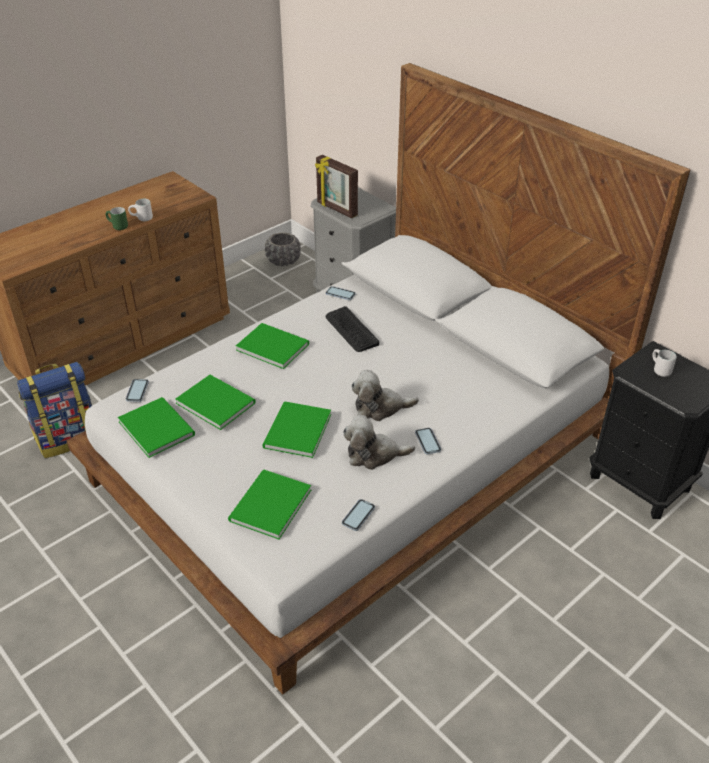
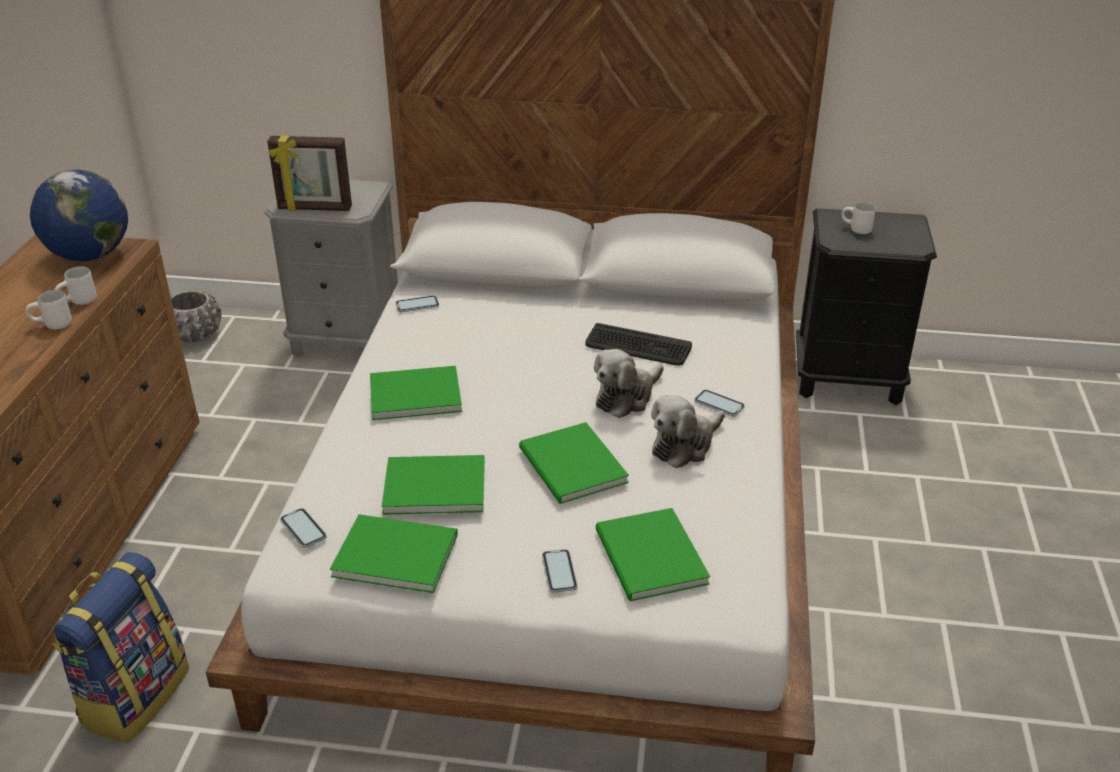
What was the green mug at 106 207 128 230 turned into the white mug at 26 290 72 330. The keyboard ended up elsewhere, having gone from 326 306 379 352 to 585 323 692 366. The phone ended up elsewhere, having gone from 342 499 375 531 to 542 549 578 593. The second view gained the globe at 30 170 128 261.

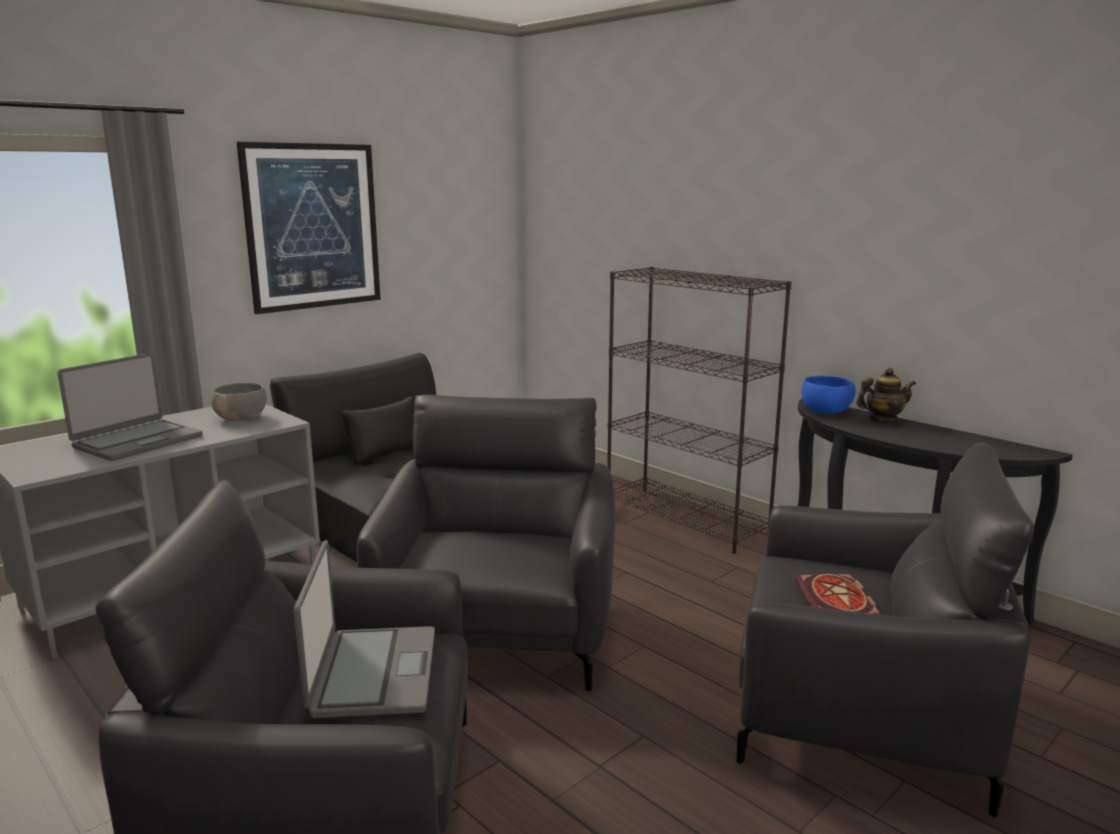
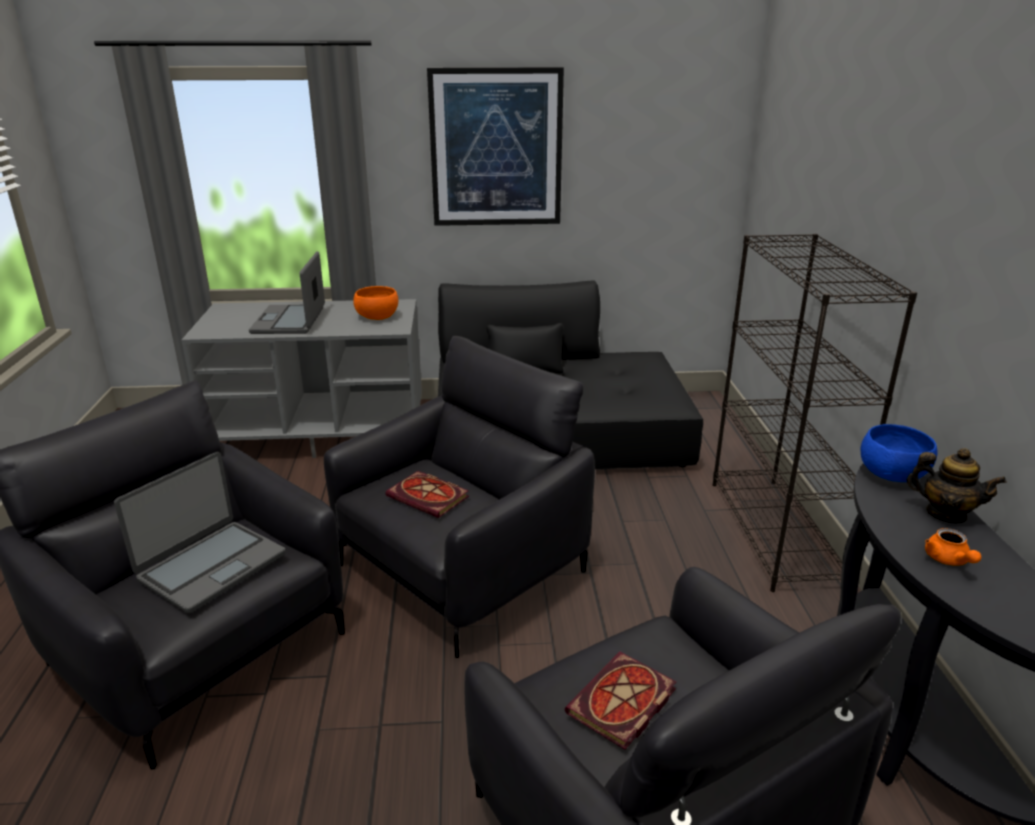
The laptop at 57 353 203 461 ended up facing another way, 105 degrees clockwise from before. What was the grey bowl at 211 383 267 421 turned into the orange bowl at 353 286 398 320. The second view gained the book at 386 471 469 518. The second view gained the orange teapot at 925 528 981 566.

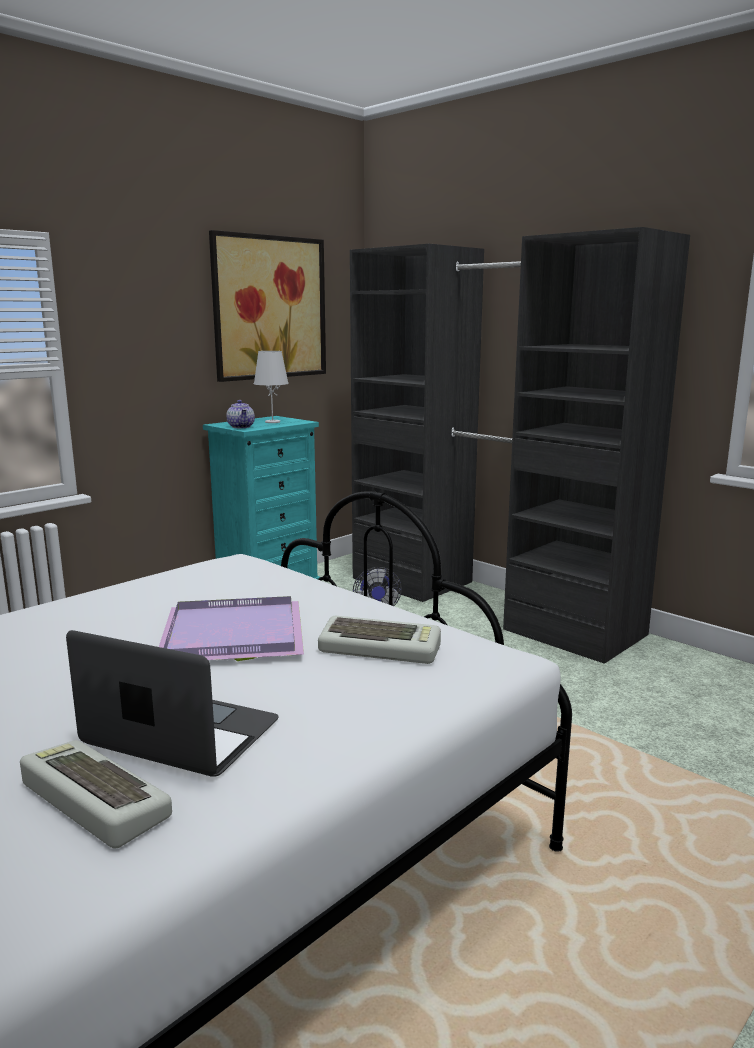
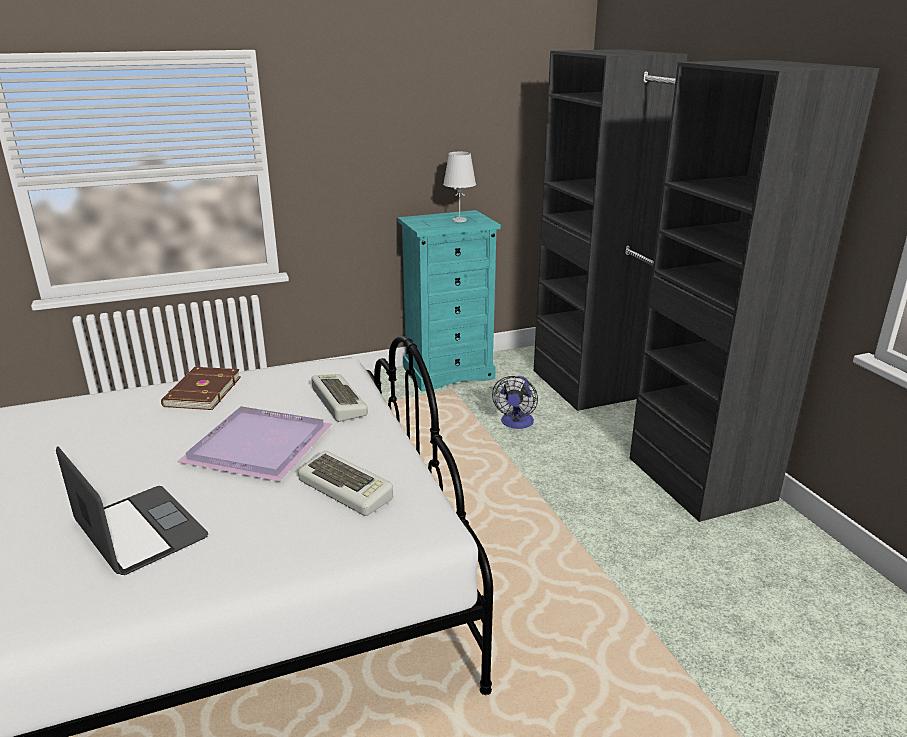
The keyboard ended up elsewhere, having gone from 20 740 172 848 to 311 374 368 422. The second view lost the picture at 209 230 326 382. The second view lost the teapot at 227 400 255 428. The second view gained the brown book at 161 367 241 410.

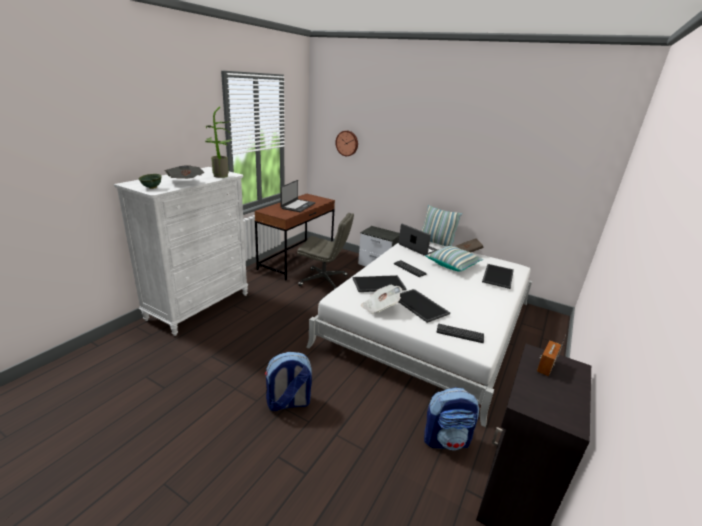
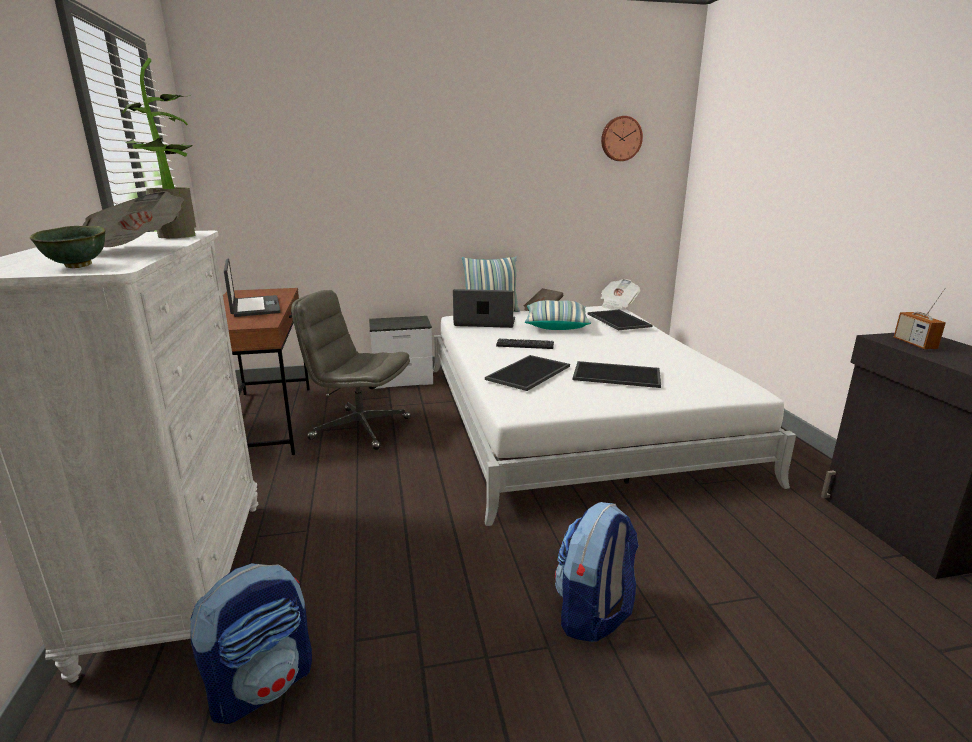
The grey office chair at 297 213 354 289 ended up facing another way, 135 degrees counterclockwise from before. The wall clock ended up elsewhere, having gone from 335 131 358 156 to 601 116 643 161. The newspaper ended up elsewhere, having gone from 361 285 402 314 to 600 279 640 309. The backpack ended up elsewhere, having gone from 424 387 479 450 to 190 563 312 724. The second view lost the keyboard at 436 324 484 343.

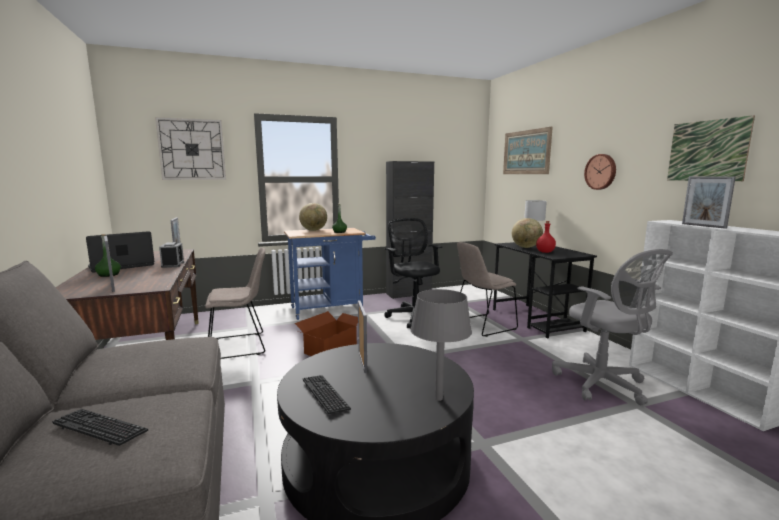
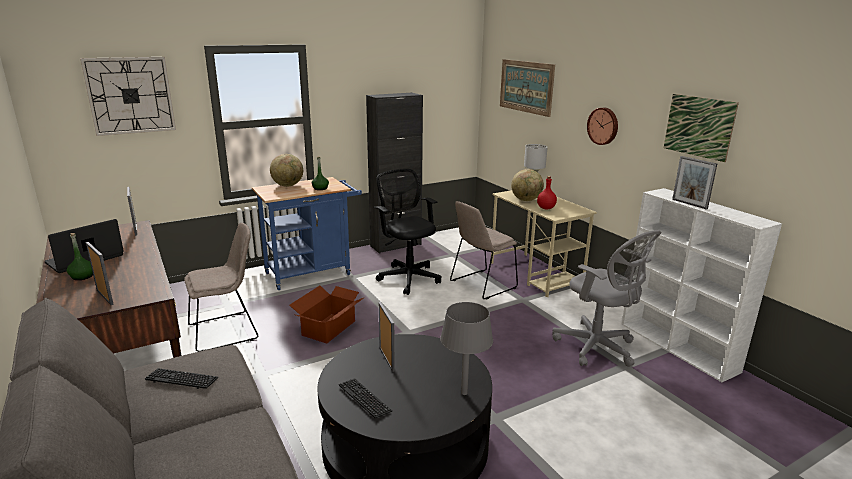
The keyboard ended up elsewhere, having gone from 52 409 148 446 to 145 368 218 389. The second view lost the alarm clock at 159 242 184 268. What was the black desk at 493 242 597 339 turned into the beige desk at 491 190 597 297.

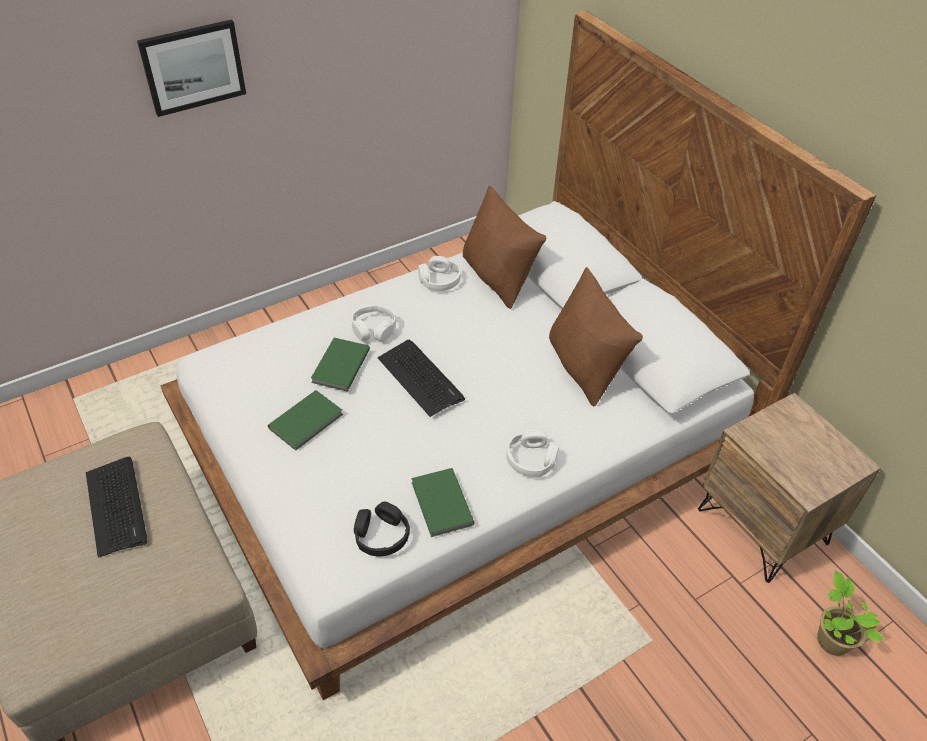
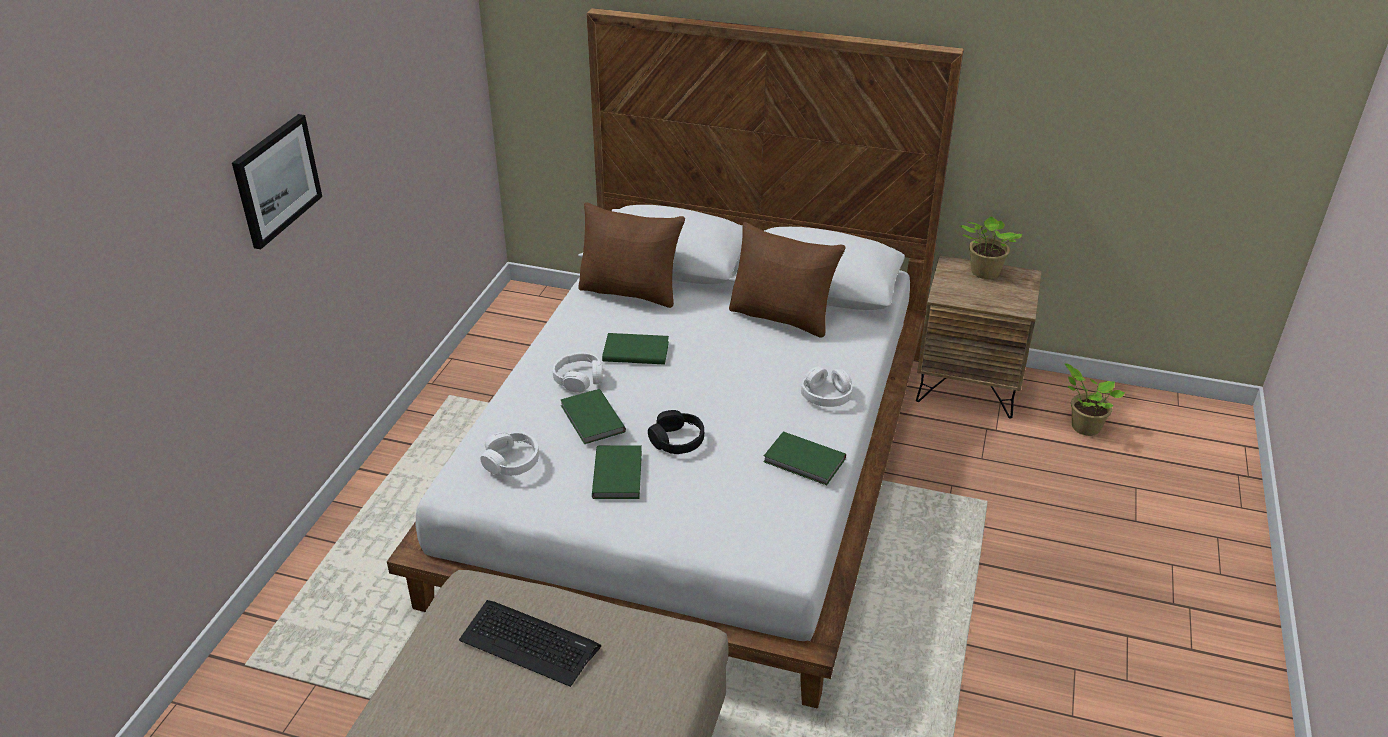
The black headphones ended up elsewhere, having gone from 354 501 410 557 to 648 410 704 454. The second view lost the keyboard at 378 340 465 417. The white headphones ended up elsewhere, having gone from 418 256 461 291 to 480 432 539 476. The second view gained the green book at 602 333 669 365. The second view gained the potted plant at 960 216 1022 279.

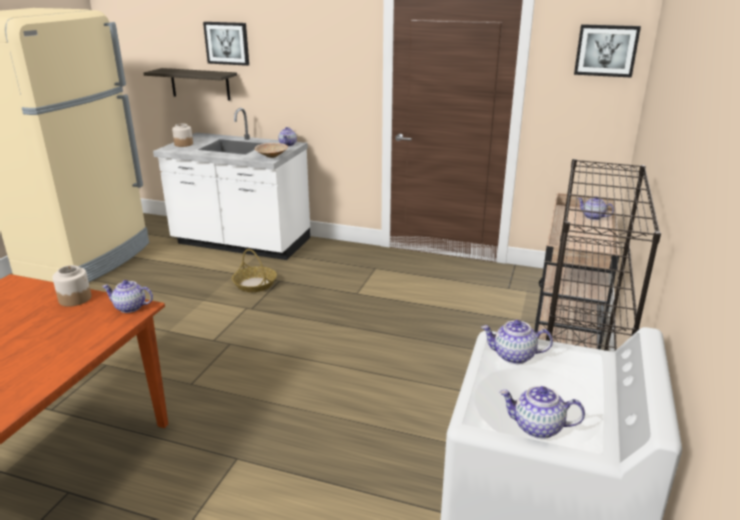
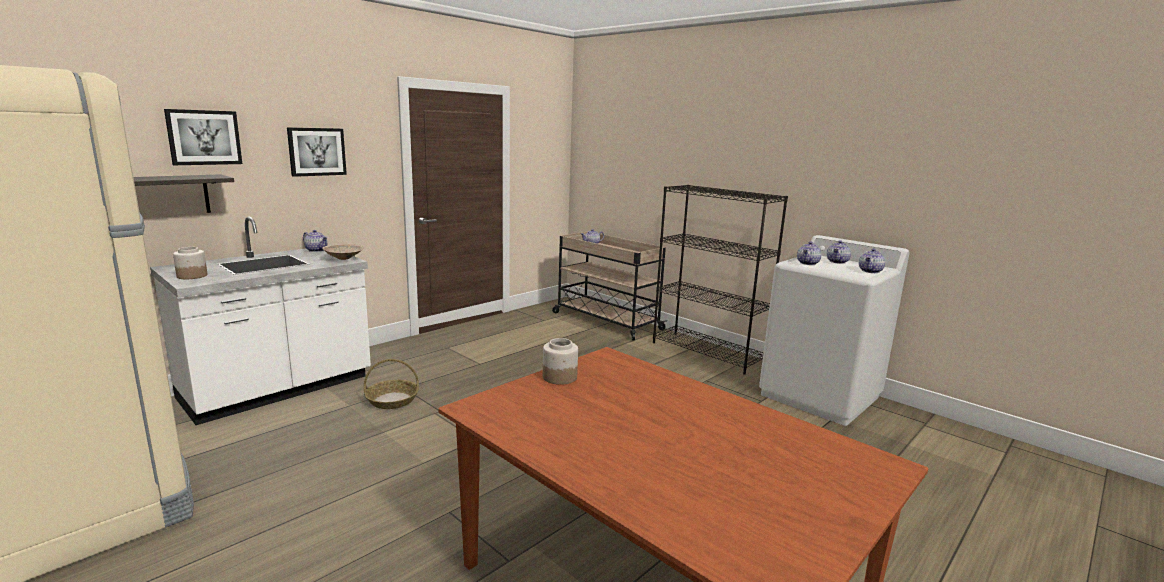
The teapot ended up elsewhere, having gone from 102 280 153 313 to 827 240 851 264. The picture ended up elsewhere, having gone from 574 24 641 78 to 287 127 347 177.

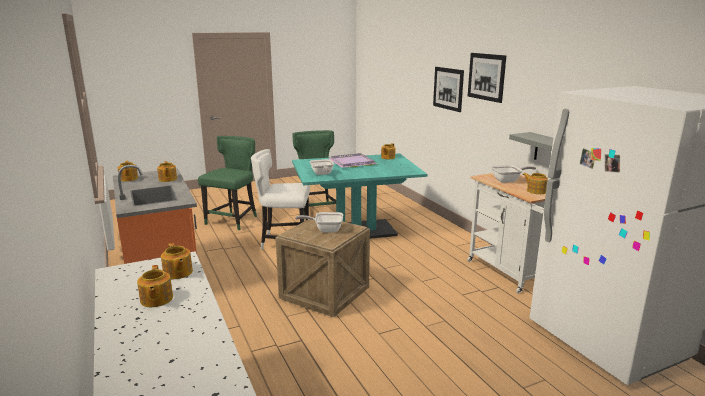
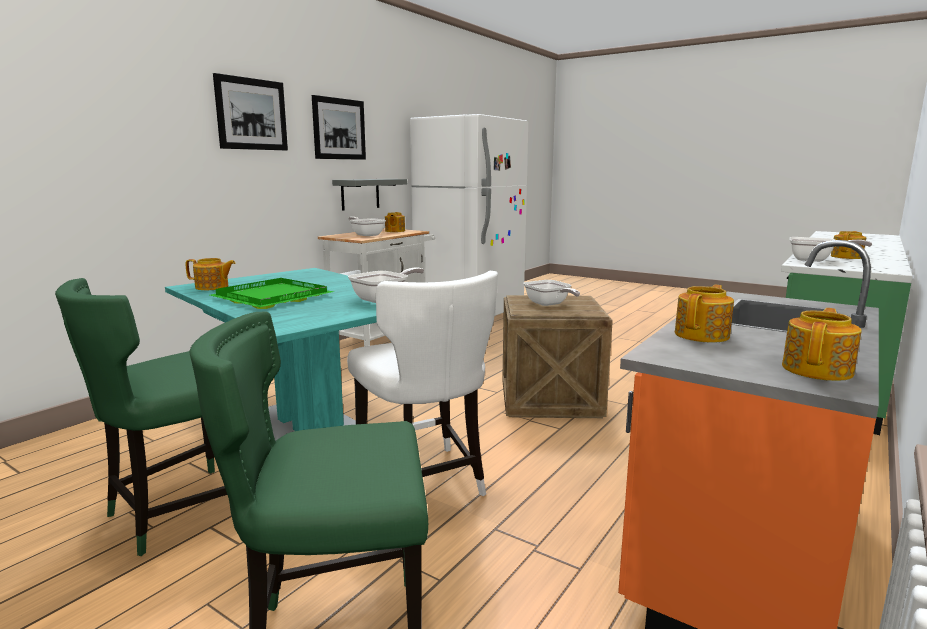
Where the teapot stood at 161 243 193 279, the frying pan came to stand at 790 237 872 262. What was the purple tray at 328 153 377 168 turned into the green tray at 210 278 334 309. The picture ended up elsewhere, having gone from 433 67 464 112 to 312 95 366 160.

